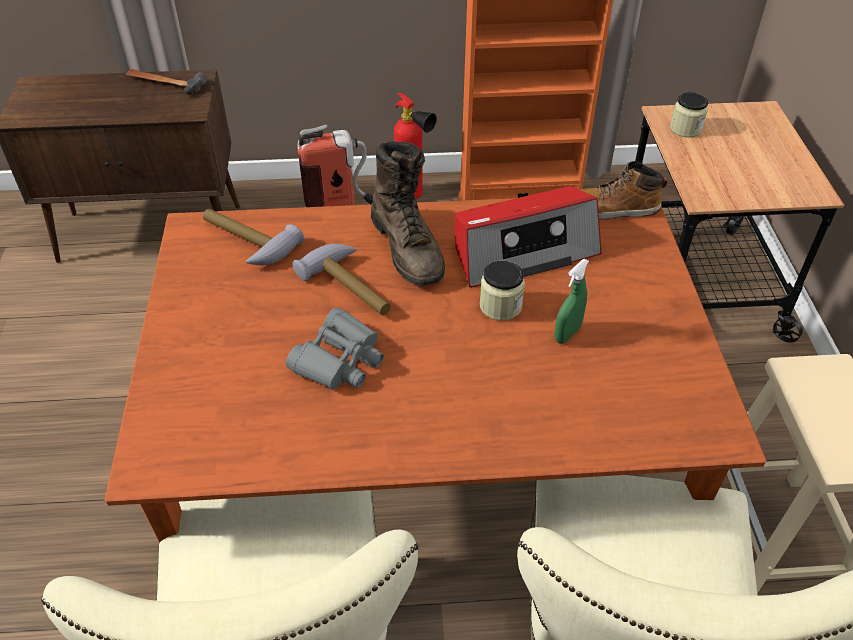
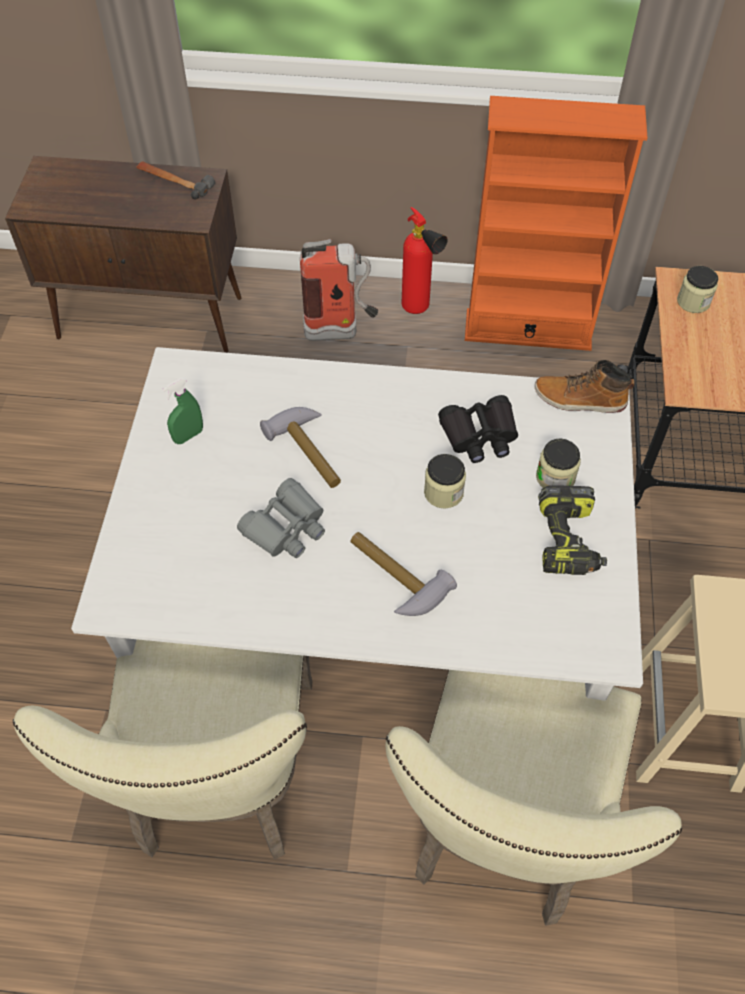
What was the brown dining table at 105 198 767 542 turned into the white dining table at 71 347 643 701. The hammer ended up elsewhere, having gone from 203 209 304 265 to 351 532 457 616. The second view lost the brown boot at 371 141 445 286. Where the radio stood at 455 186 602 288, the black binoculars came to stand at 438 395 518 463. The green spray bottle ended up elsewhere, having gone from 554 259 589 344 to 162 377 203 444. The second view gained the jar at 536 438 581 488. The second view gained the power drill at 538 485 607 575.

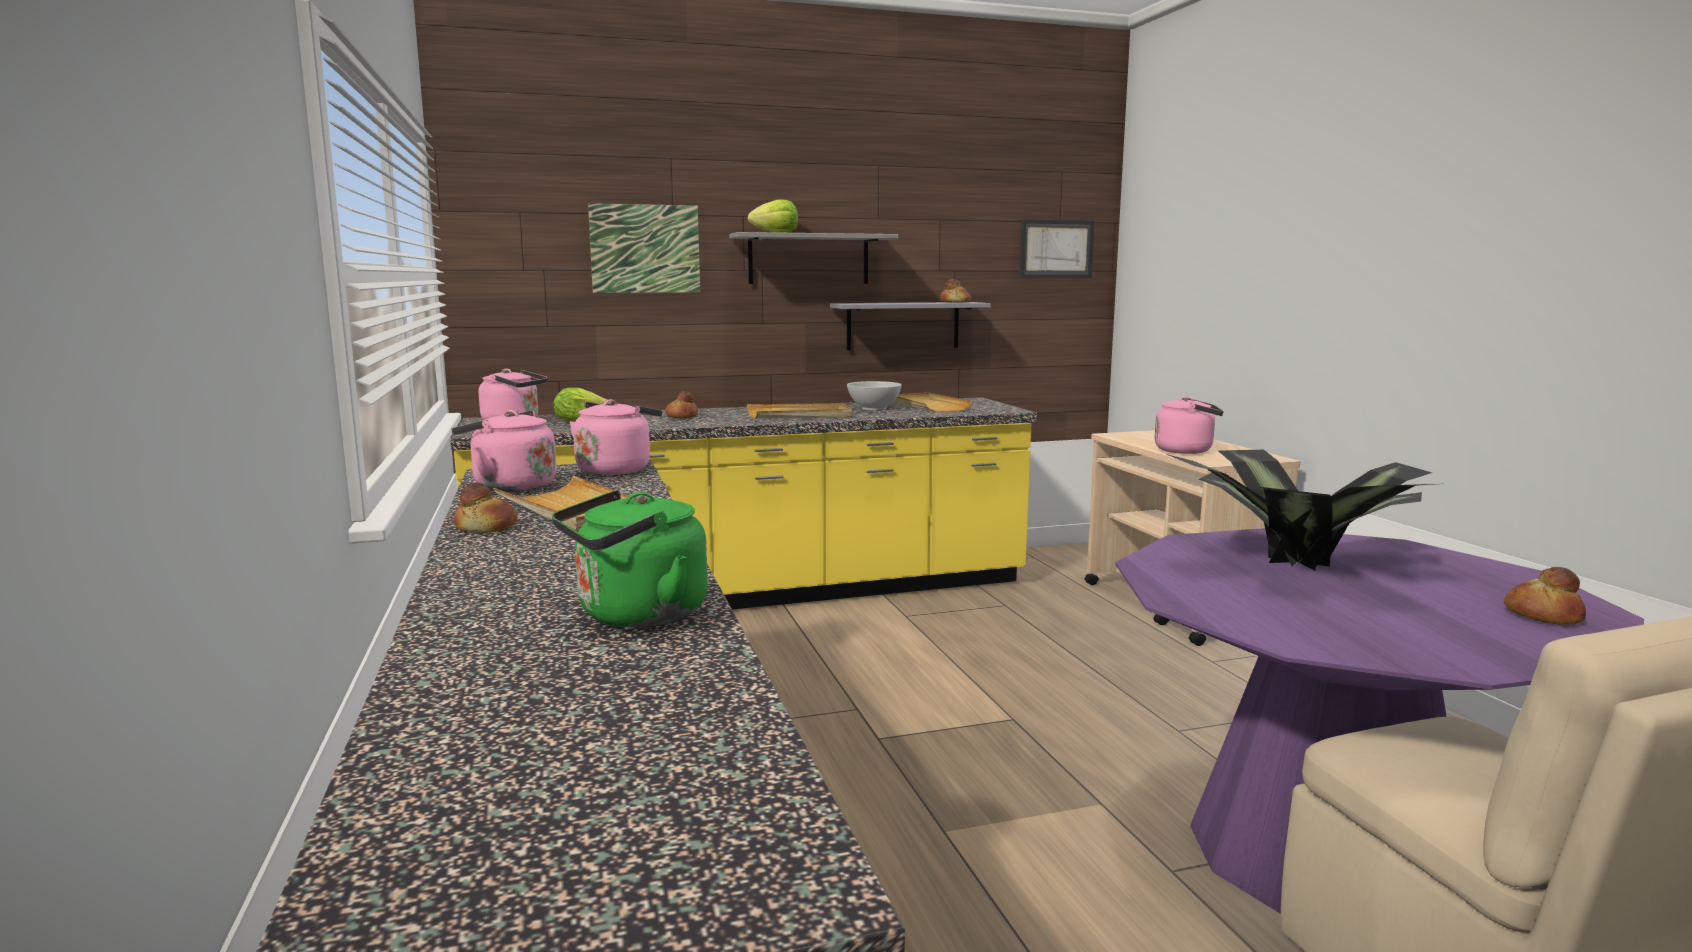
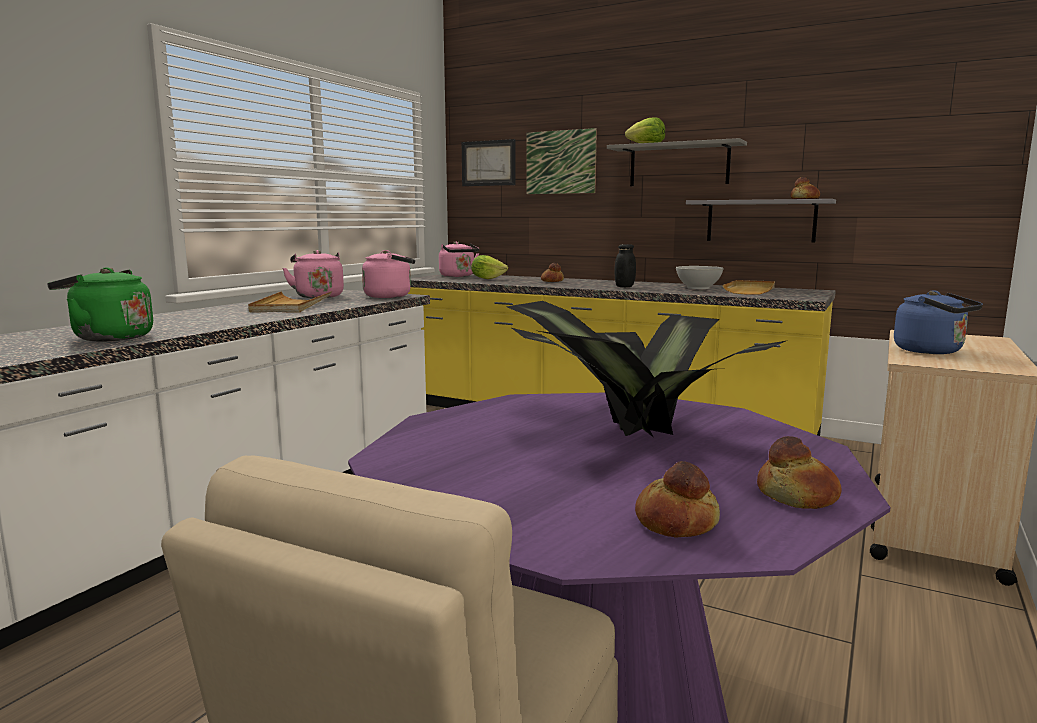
The bread ended up elsewhere, having gone from 454 483 517 533 to 757 436 842 509. Where the beige tray stood at 747 403 852 419, the black jar came to stand at 614 244 636 287. The picture ended up elsewhere, having gone from 1019 219 1095 278 to 462 139 515 186. What was the pink kettle at 1154 397 1224 454 turned into the blue kettle at 894 290 983 354.

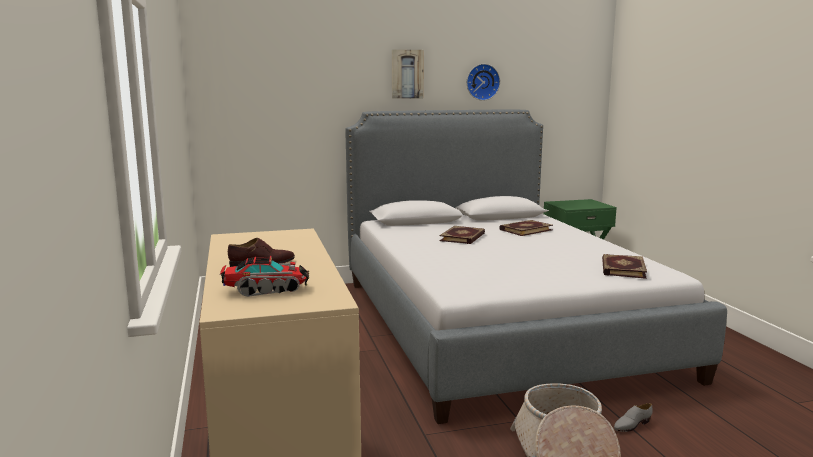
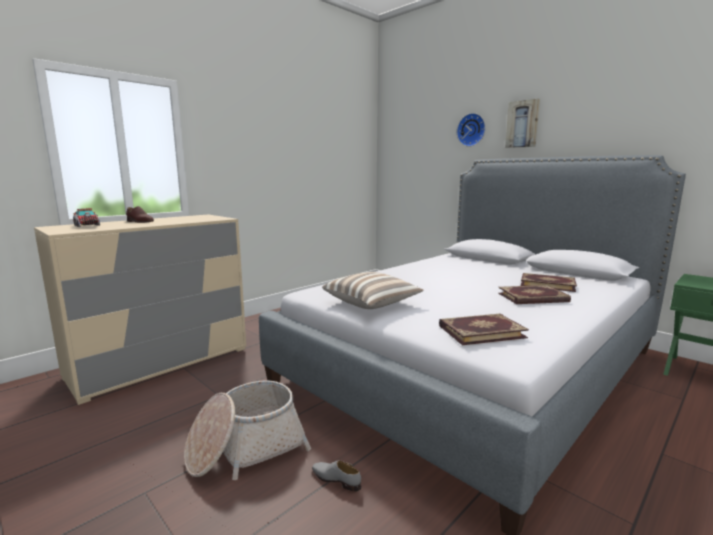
The book ended up elsewhere, having gone from 440 226 485 244 to 498 285 571 304. The wall clock ended up elsewhere, having gone from 467 64 500 101 to 457 113 485 147. The second view gained the pillow at 322 272 423 309.

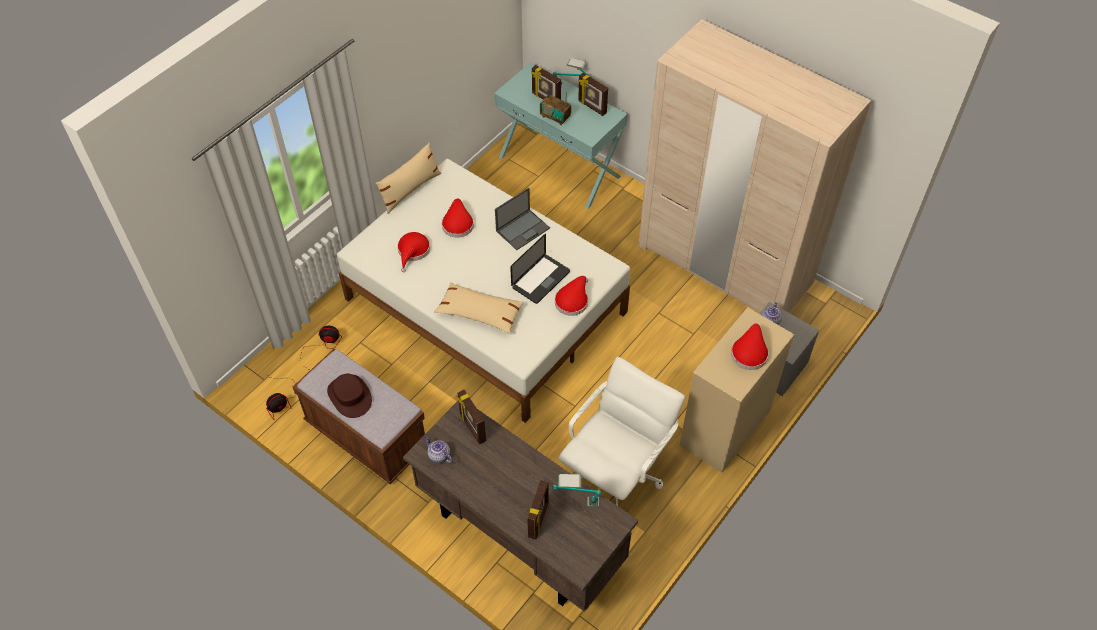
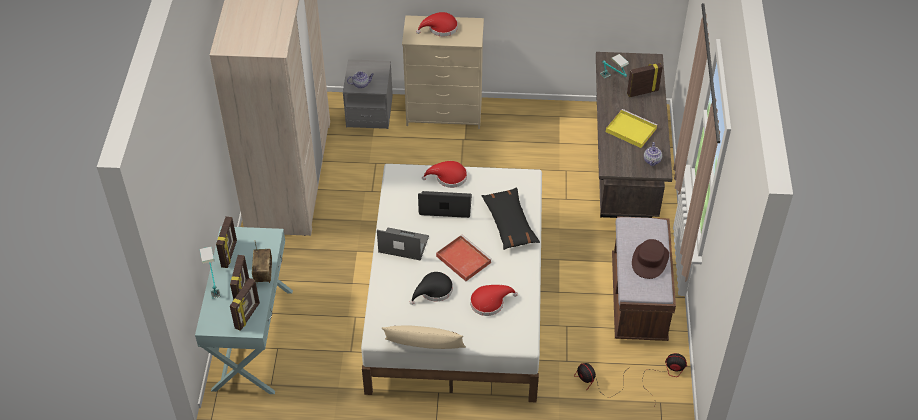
What was the beige pillow at 434 282 524 334 turned into the black pillow at 481 187 540 250. What was the red hat at 442 198 474 237 turned into the black hat at 410 272 453 305. The picture frame ended up elsewhere, having gone from 457 390 486 444 to 230 278 260 331. The second view lost the white office chair at 558 357 685 506. The second view gained the red tray at 436 235 492 281. The second view gained the yellow tray at 606 109 658 148.

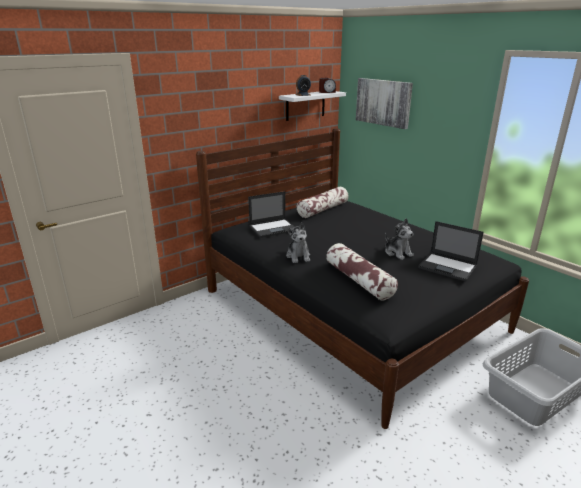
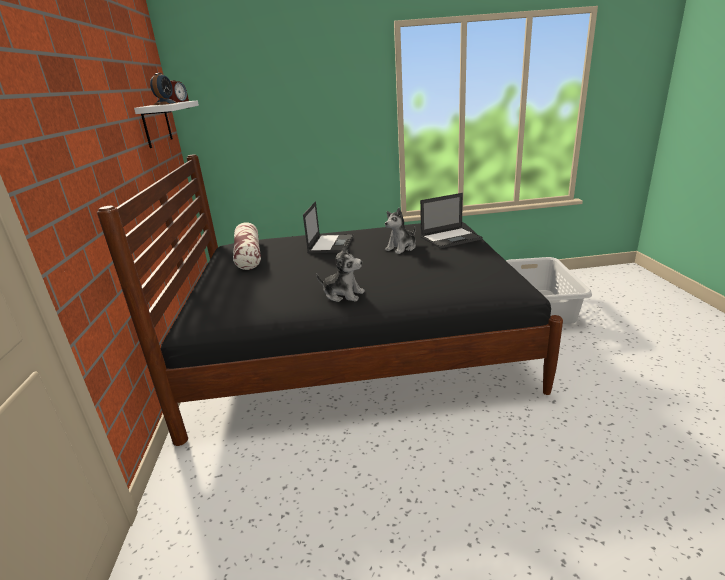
The laptop ended up elsewhere, having gone from 248 191 294 238 to 303 201 353 253. The second view lost the pillow at 326 243 398 300. The second view lost the picture at 356 78 413 129. The plush toy at 385 219 414 260 ended up facing another way, 135 degrees clockwise from before.

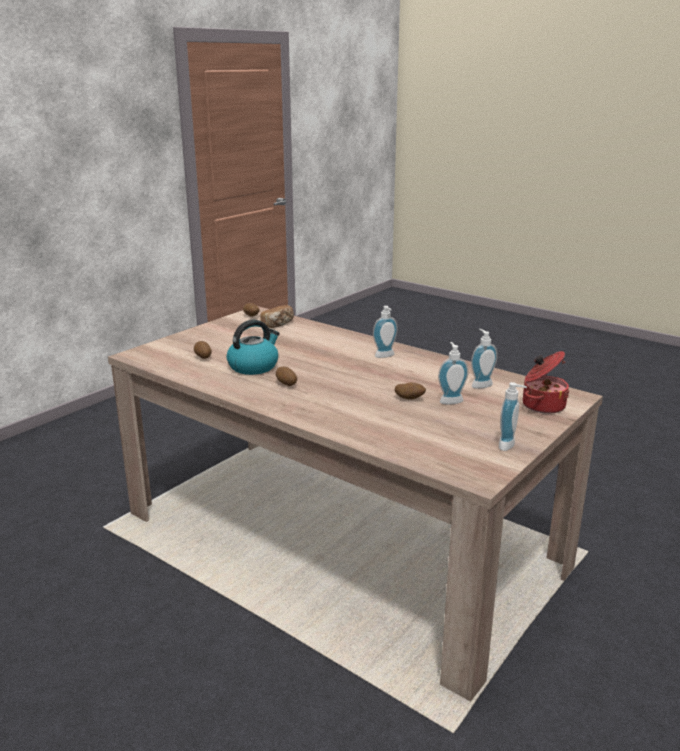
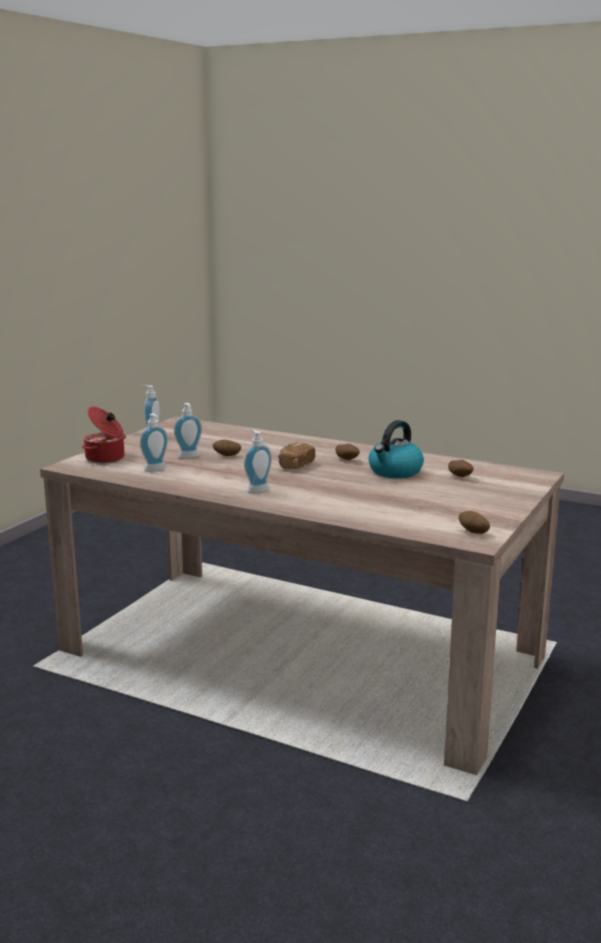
The bread ended up elsewhere, having gone from 260 305 294 328 to 278 443 316 469.

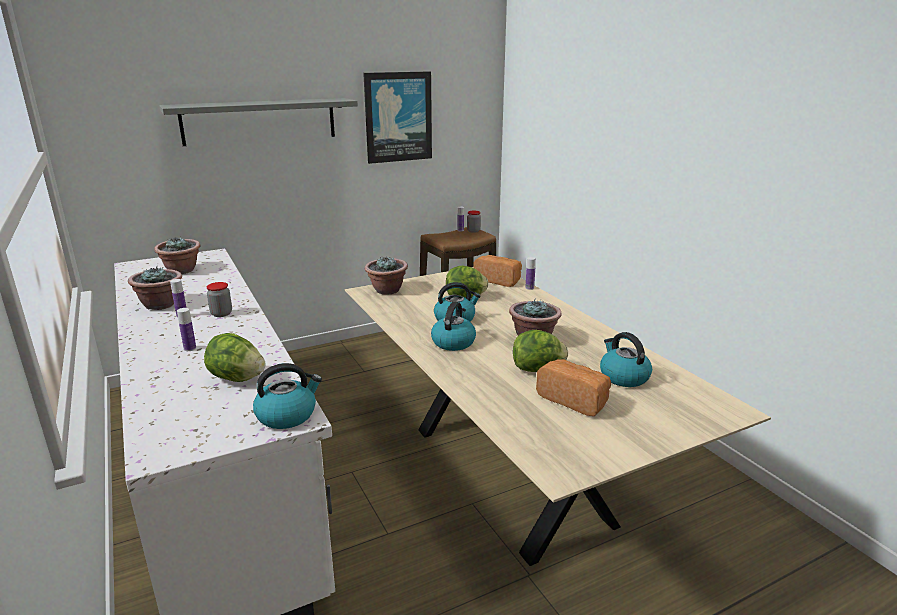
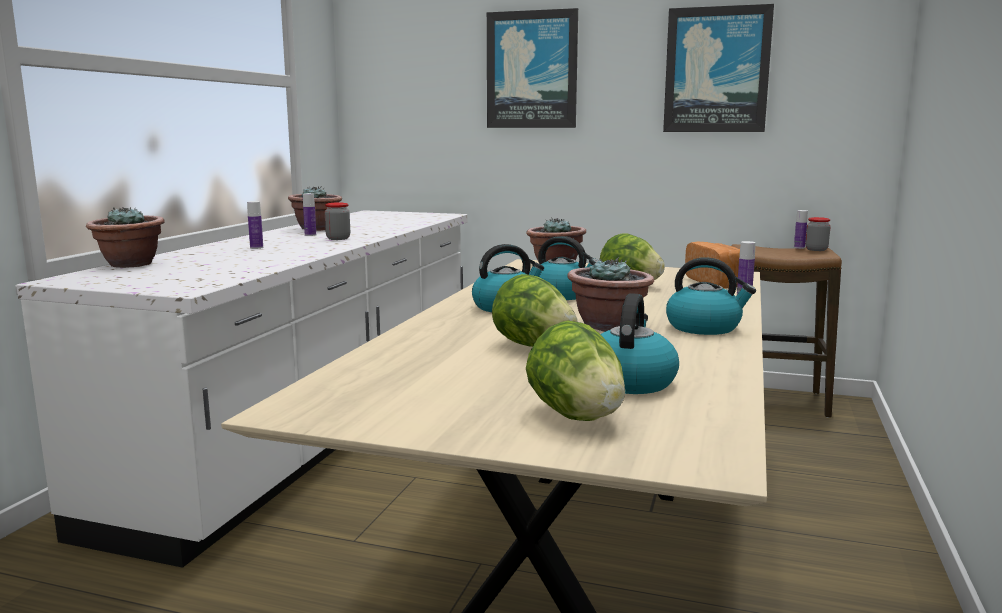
The potted plant ended up elsewhere, having gone from 154 237 200 274 to 86 207 165 268. Where the grey shelf hung at 159 98 358 146, the picture came to hang at 487 8 578 128. The lettuce ended up elsewhere, having gone from 204 333 265 382 to 526 321 625 421. The kettle ended up elsewhere, having gone from 253 363 322 429 to 666 257 756 335. The second view lost the bread at 536 359 611 416.

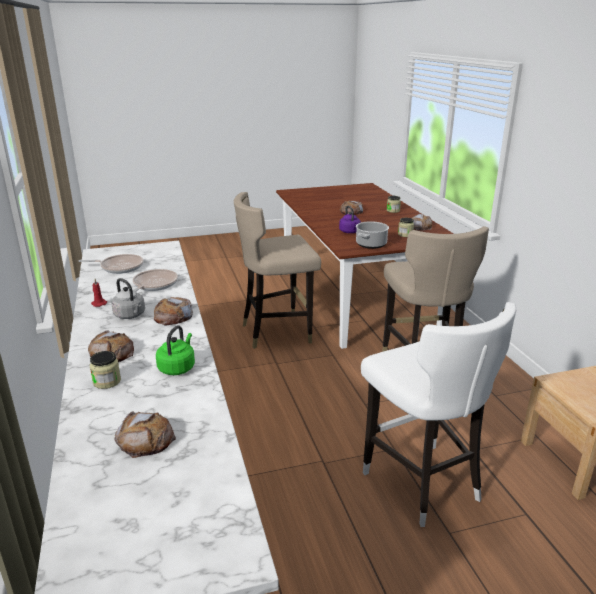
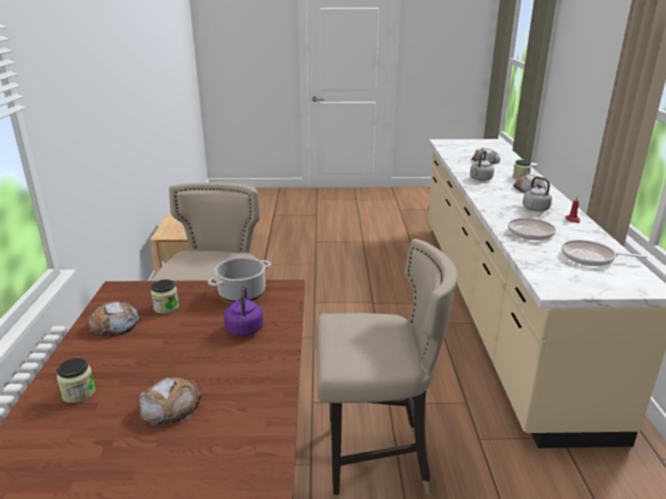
The second view lost the bread at 154 297 193 326. What was the green kettle at 156 325 195 375 turned into the grey kettle at 470 150 494 181. The second view lost the white stool at 361 302 516 527.

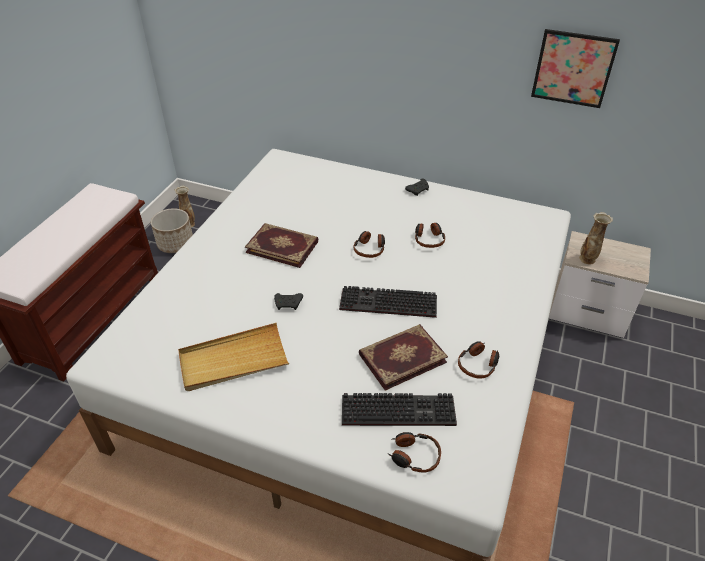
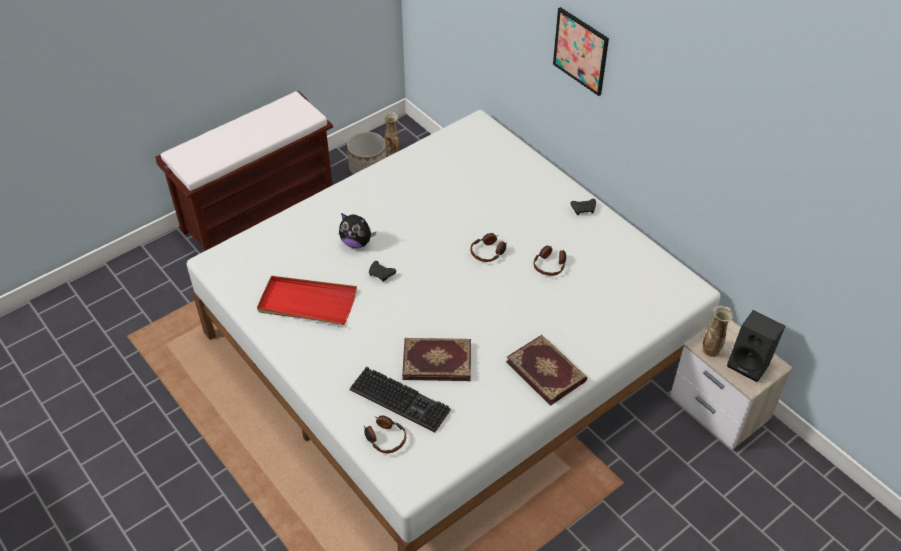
What was the beige tray at 178 323 289 391 turned into the red tray at 257 276 357 325. The book ended up elsewhere, having gone from 245 223 318 268 to 506 335 587 406. The second view lost the keyboard at 339 286 437 318. The second view lost the headphones at 458 341 499 379. The picture ended up elsewhere, having gone from 531 29 620 108 to 553 7 609 96. The second view gained the plush toy at 339 213 376 248. The second view gained the black speaker at 727 310 785 382.

